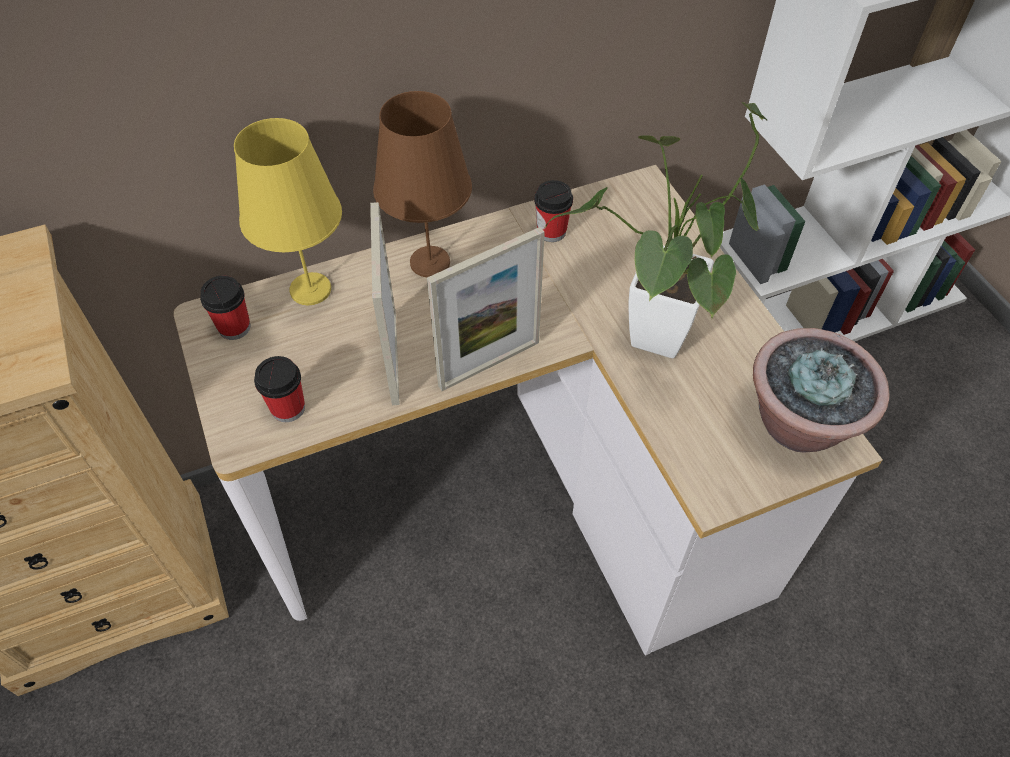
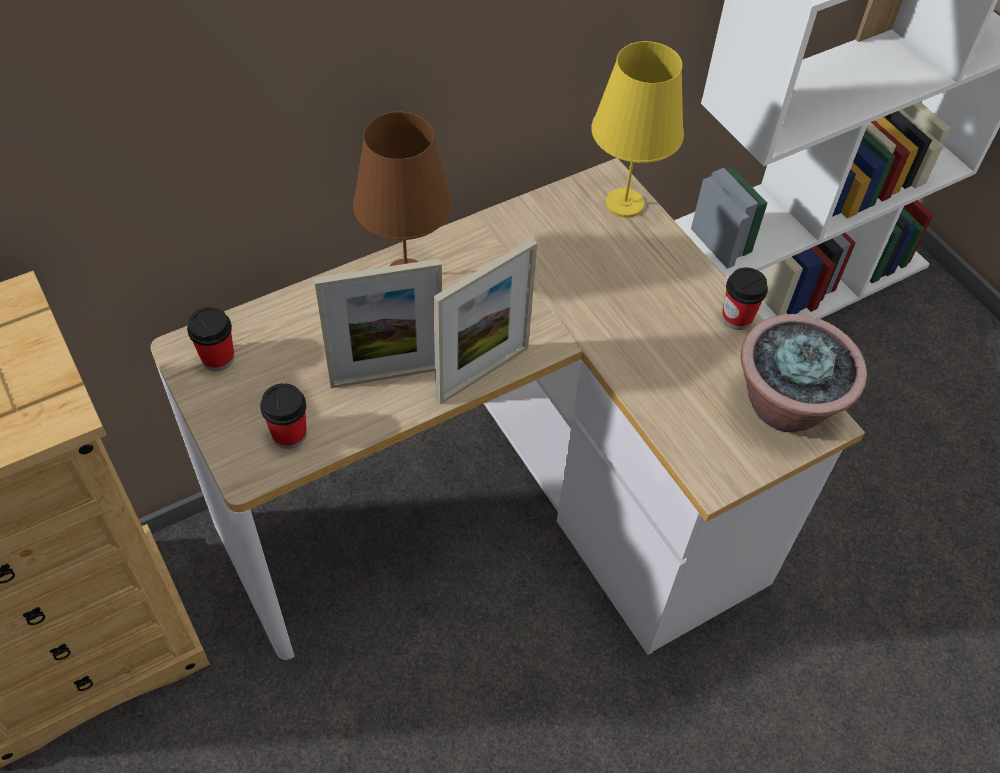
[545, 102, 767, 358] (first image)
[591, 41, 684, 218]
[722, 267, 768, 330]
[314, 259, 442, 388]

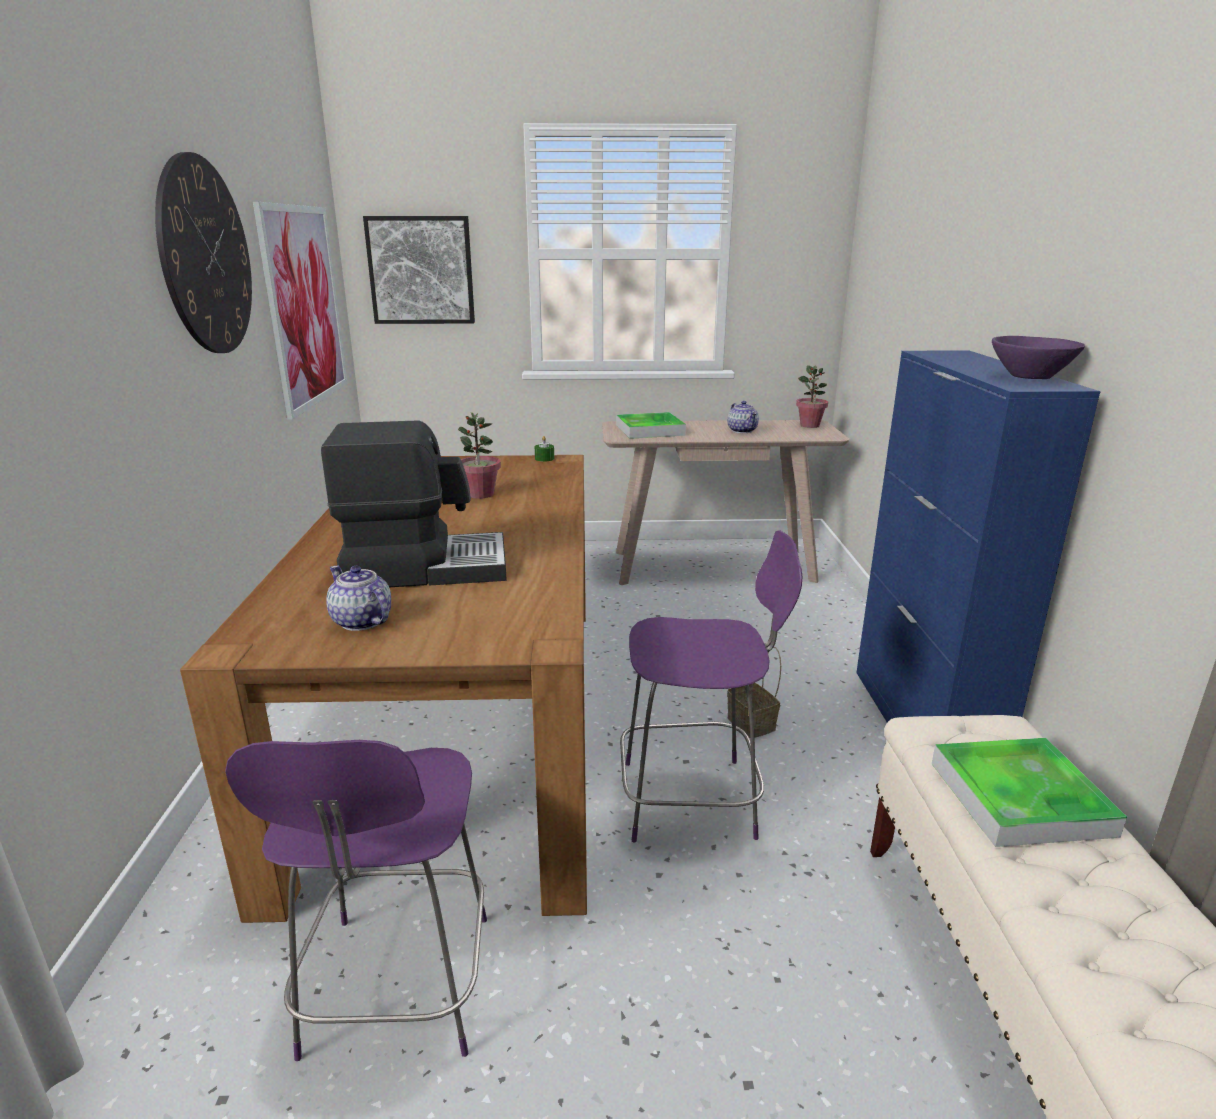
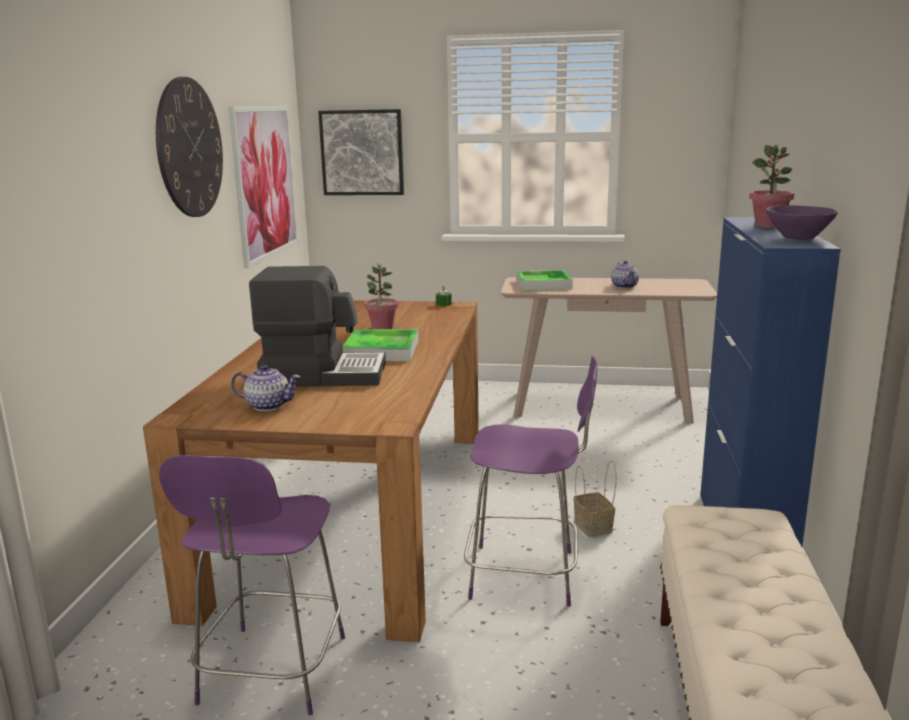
[749, 144, 794, 228]
[231, 365, 301, 411]
[343, 329, 418, 361]

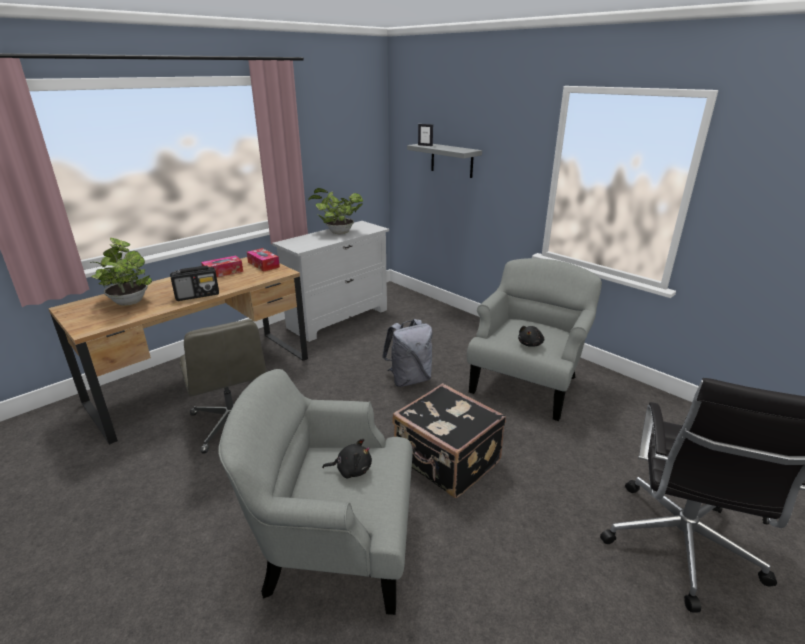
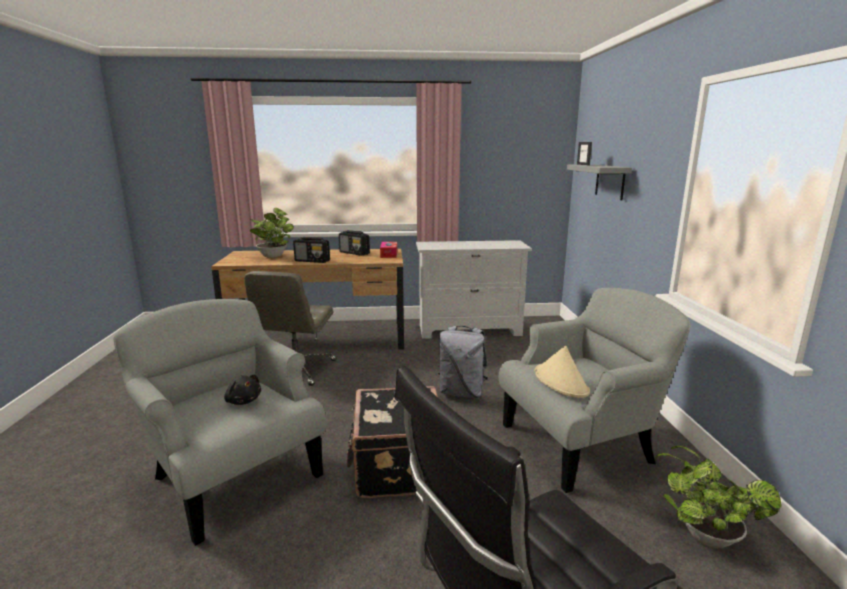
[655, 446, 782, 548]
[339, 230, 370, 256]
[535, 345, 590, 398]

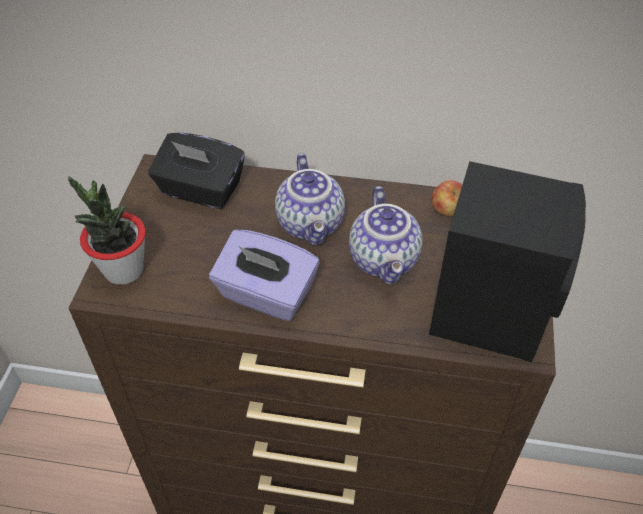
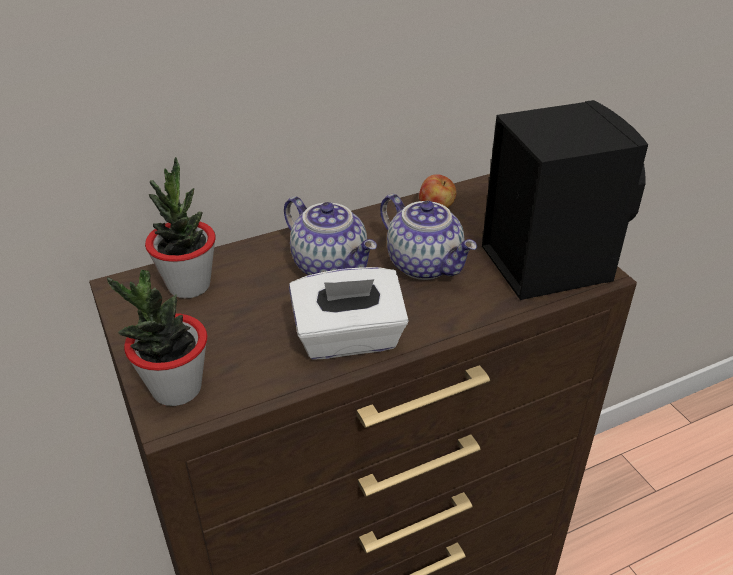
[145, 157, 216, 298]
[289, 267, 409, 360]

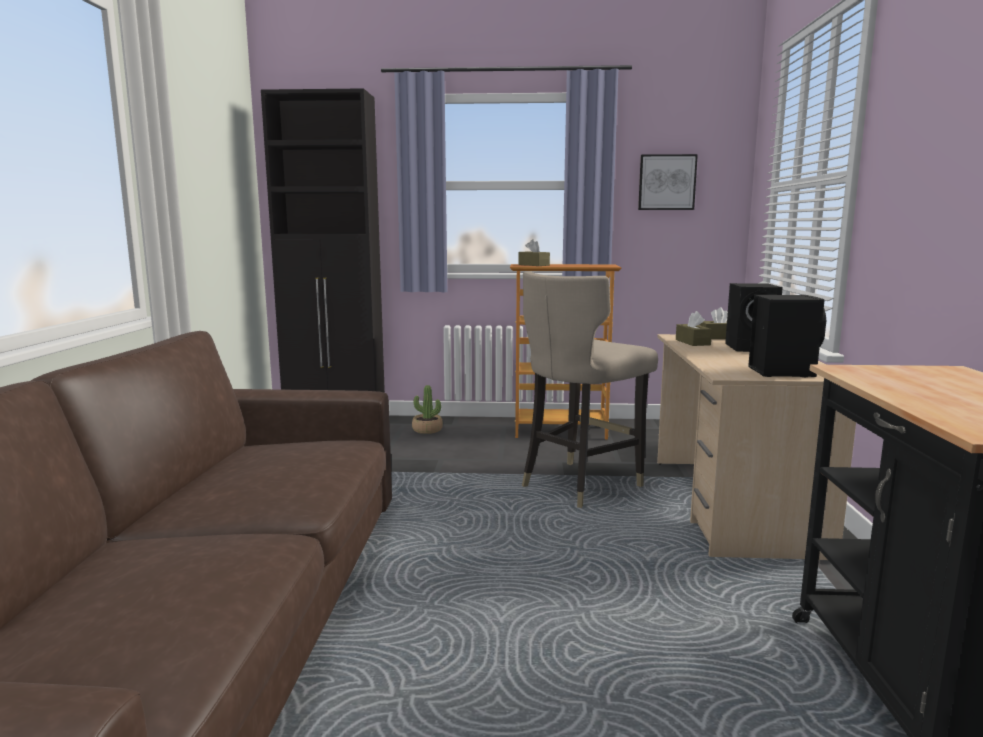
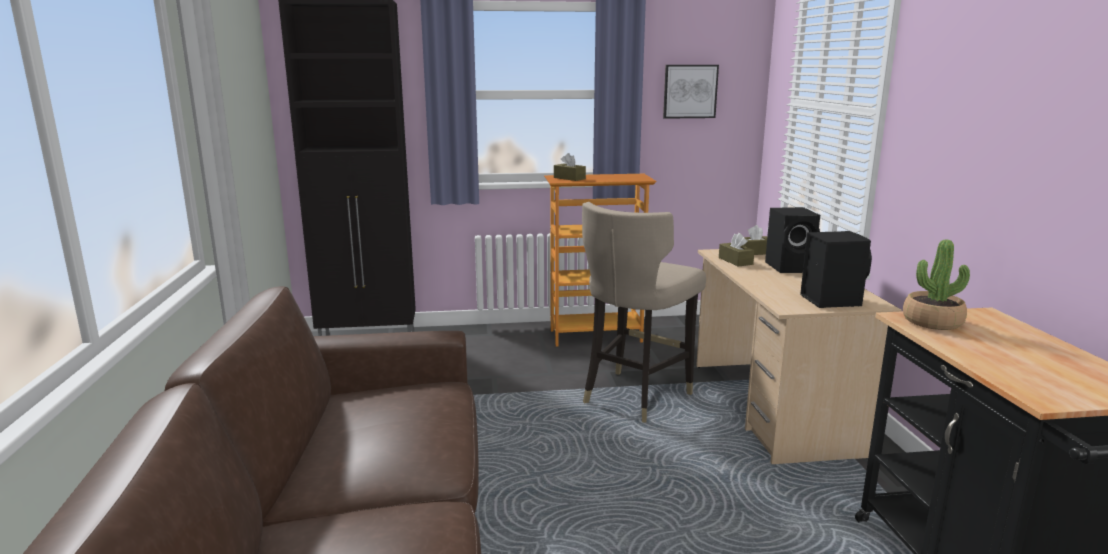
[903, 239, 970, 330]

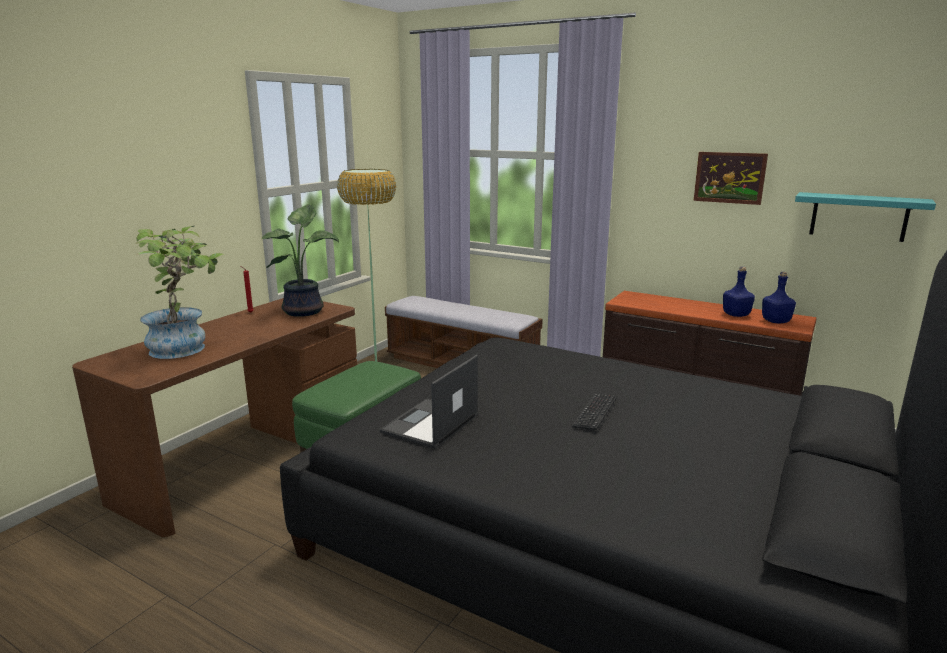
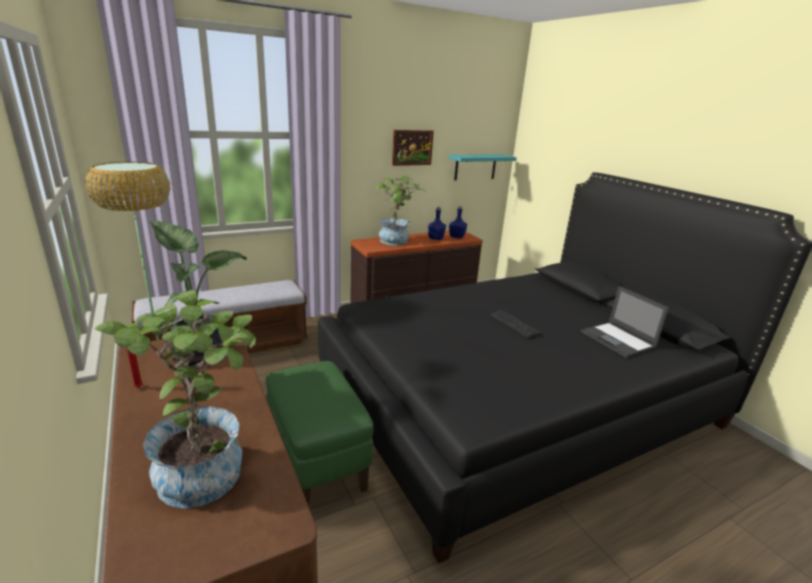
[581, 286, 669, 358]
[376, 174, 427, 245]

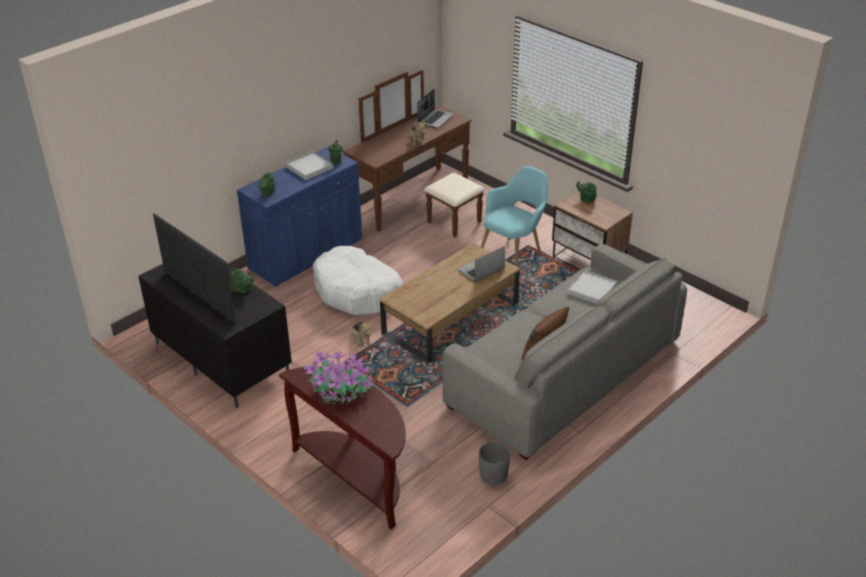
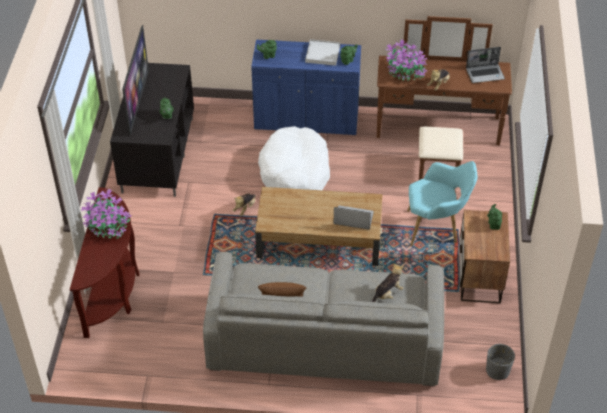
[372, 263, 404, 302]
[486, 344, 515, 380]
[386, 40, 427, 81]

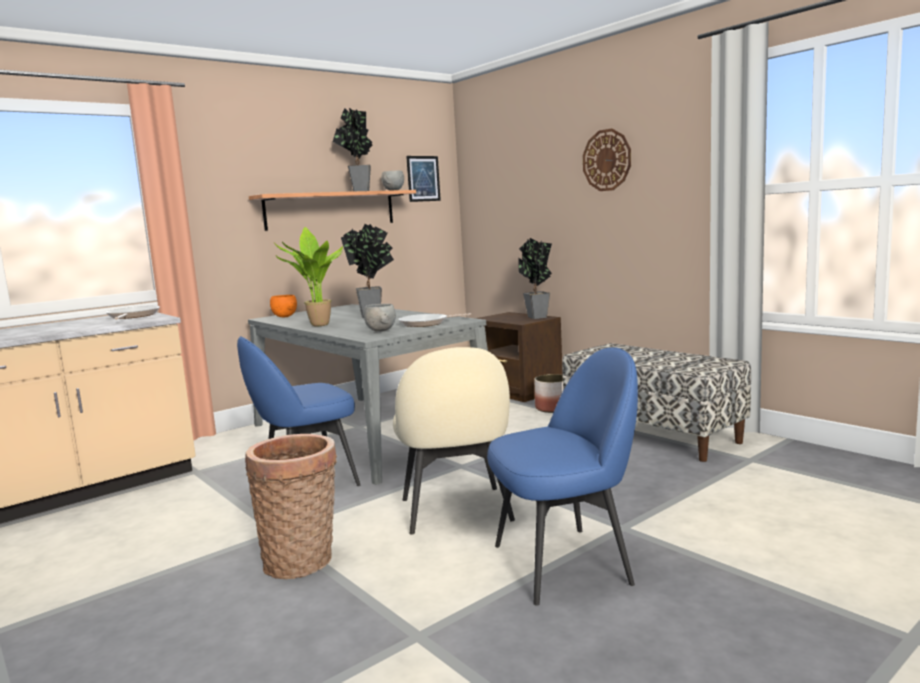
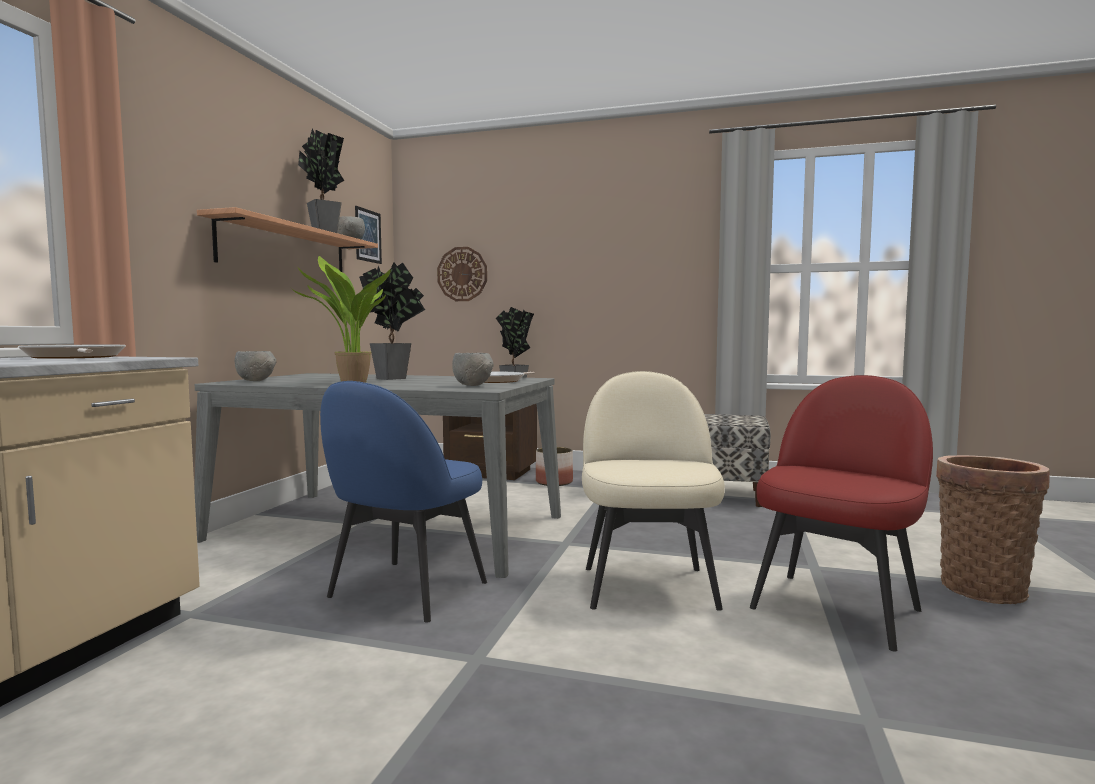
[437, 247, 487, 301]
[235, 351, 277, 381]
[582, 371, 725, 611]
[750, 375, 933, 652]
[936, 455, 1050, 604]

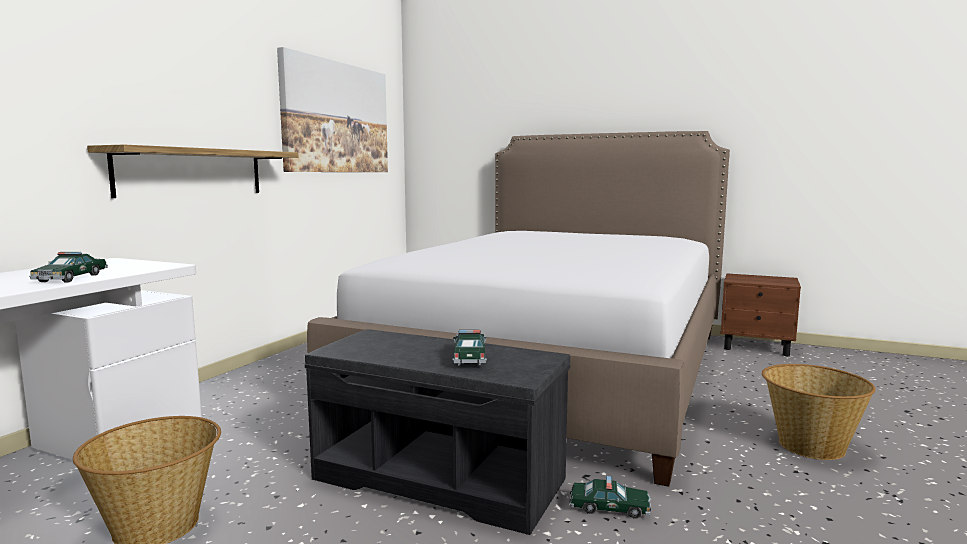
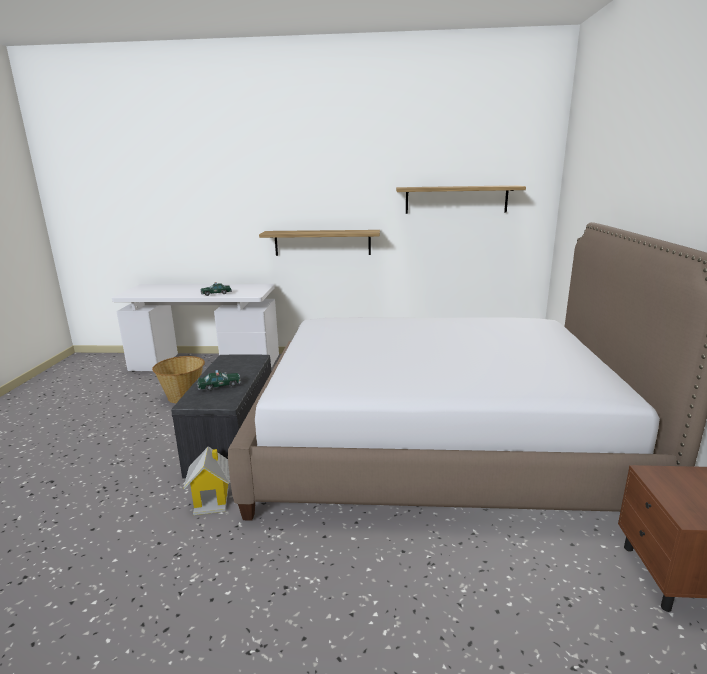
[396, 185, 526, 214]
[762, 364, 876, 460] (first image)
[183, 446, 230, 515]

